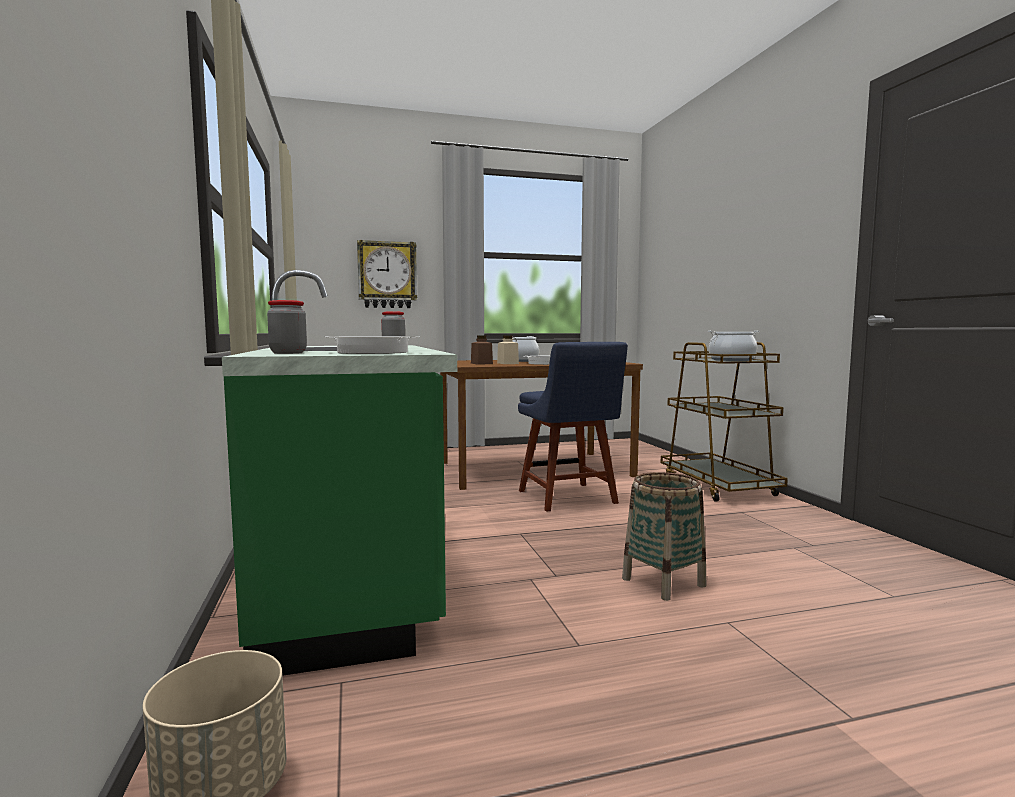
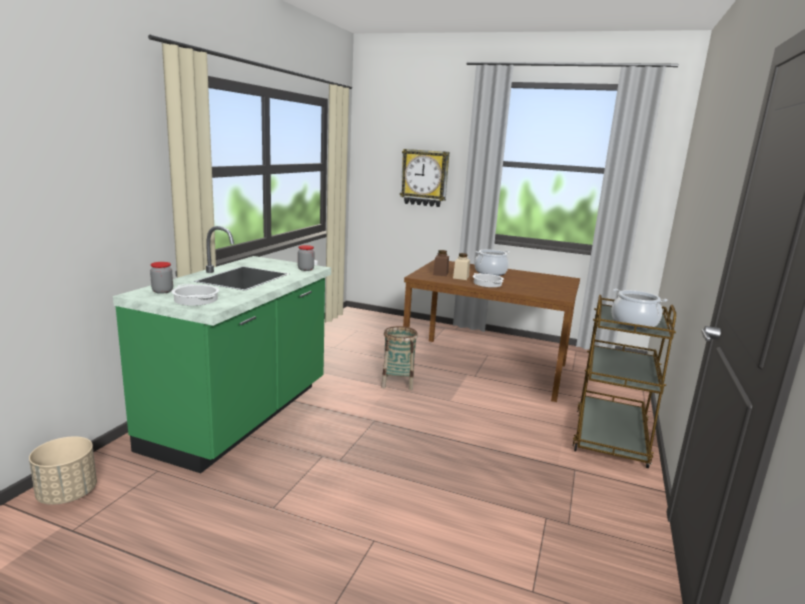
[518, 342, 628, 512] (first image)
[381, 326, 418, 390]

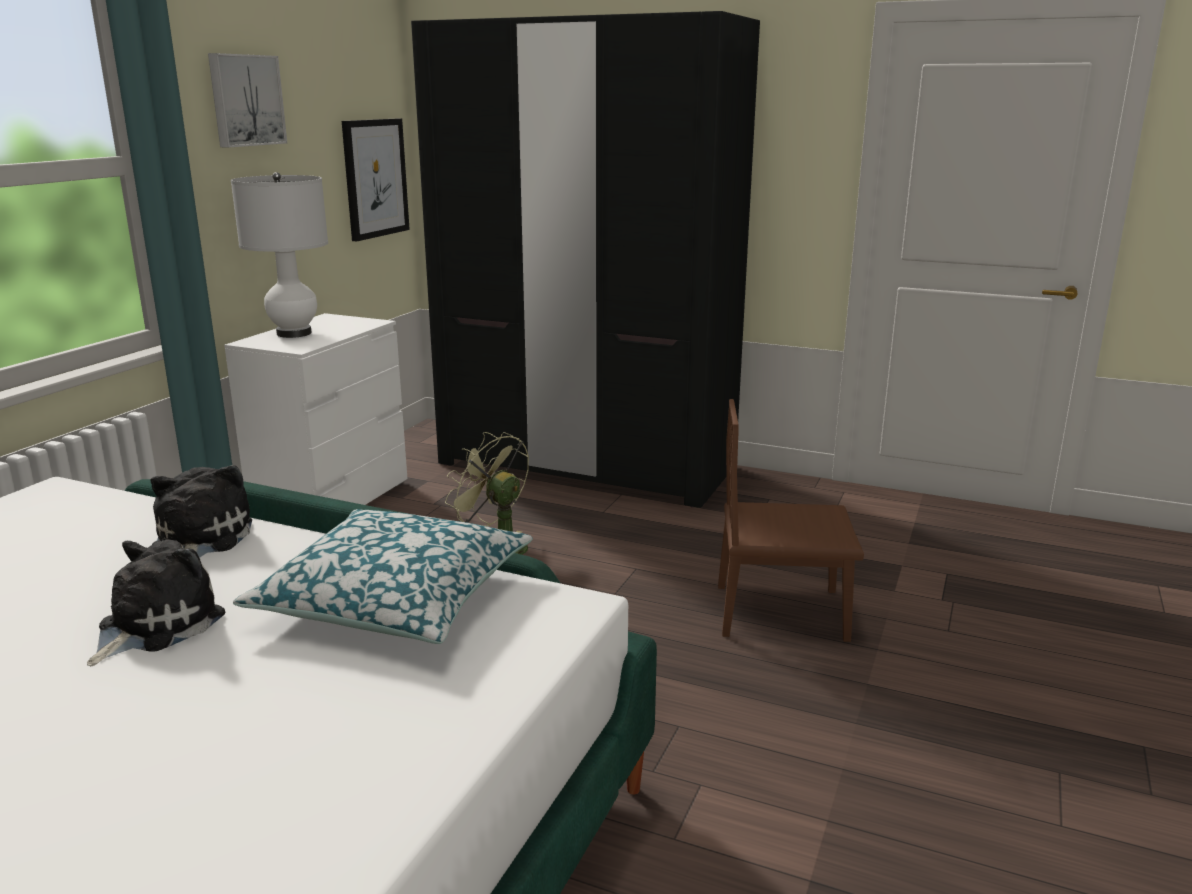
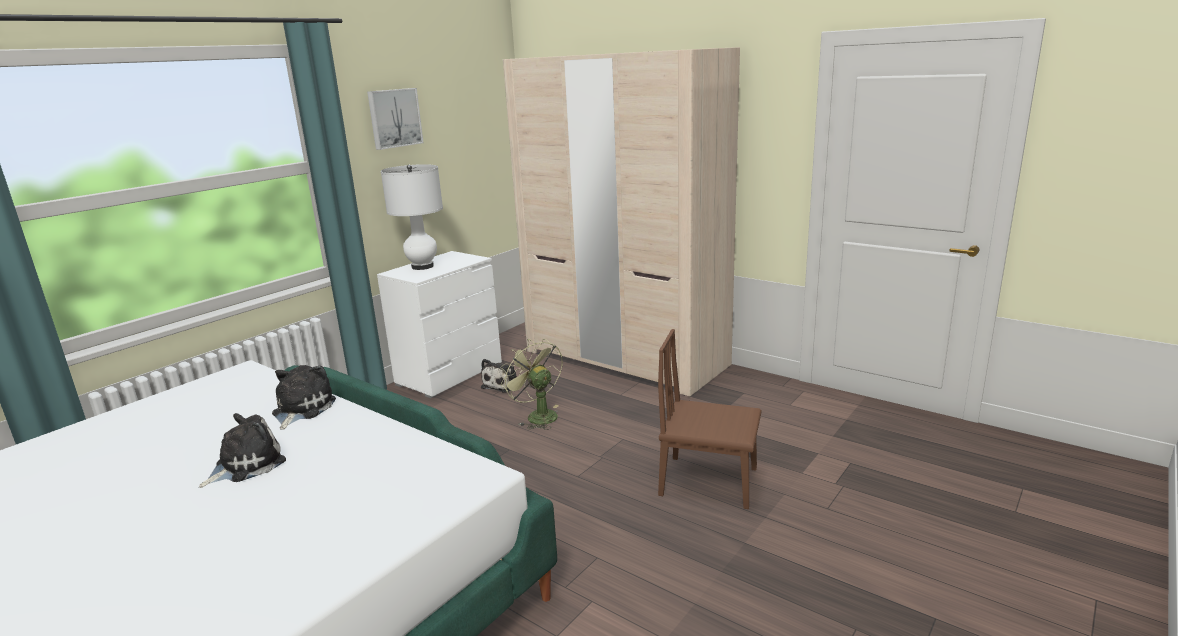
[503, 47, 740, 396]
[342, 118, 410, 241] (first image)
[233, 509, 533, 644] (first image)
[481, 359, 517, 393]

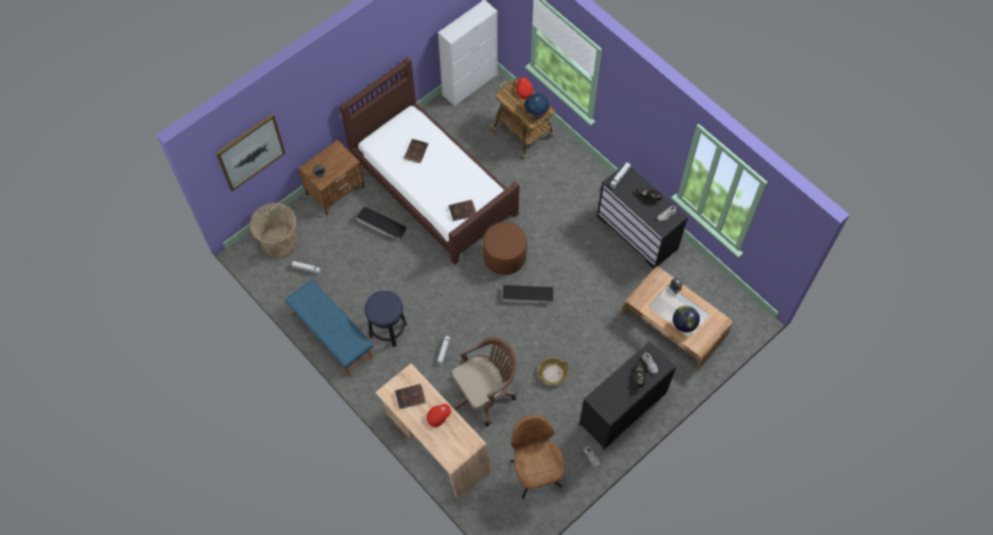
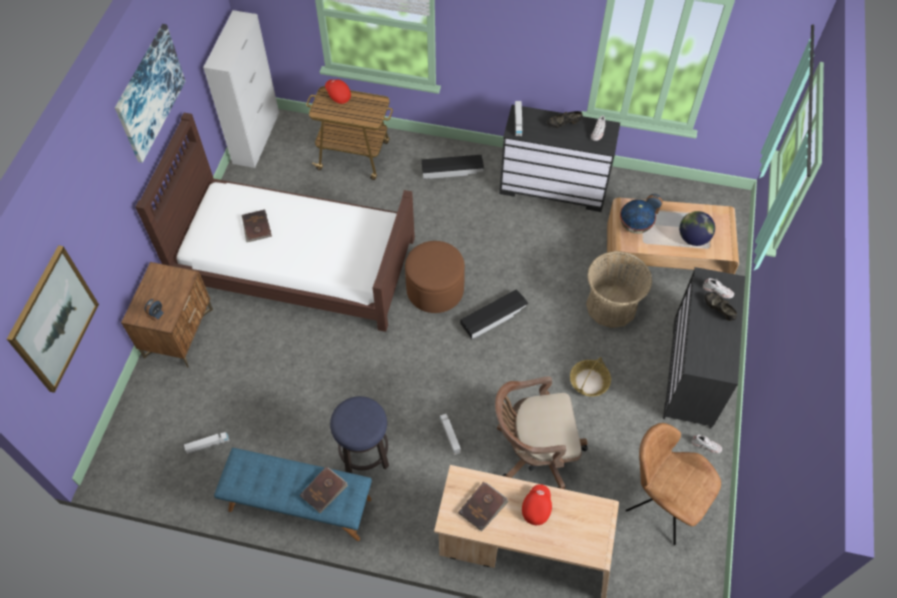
[620, 199, 656, 234]
[300, 467, 348, 513]
[586, 251, 652, 328]
[422, 155, 484, 179]
[495, 376, 588, 489]
[115, 24, 186, 163]

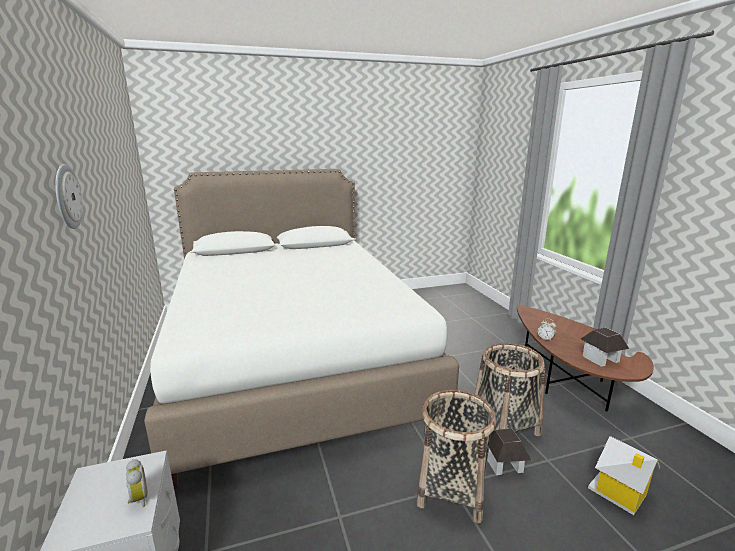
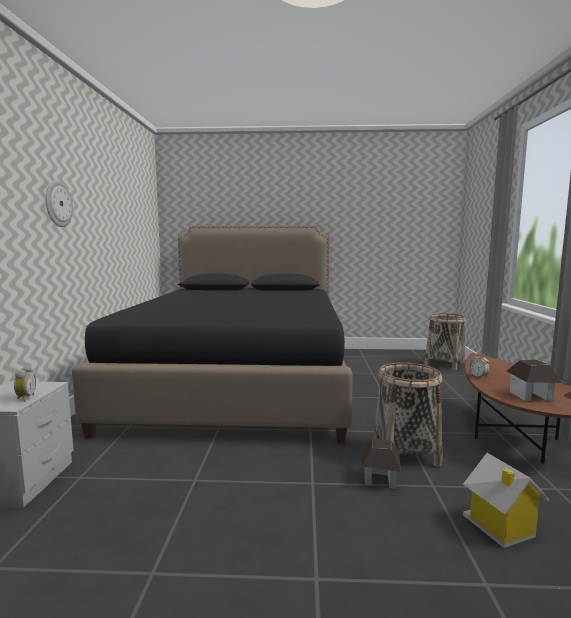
[72, 225, 353, 444]
[424, 313, 466, 370]

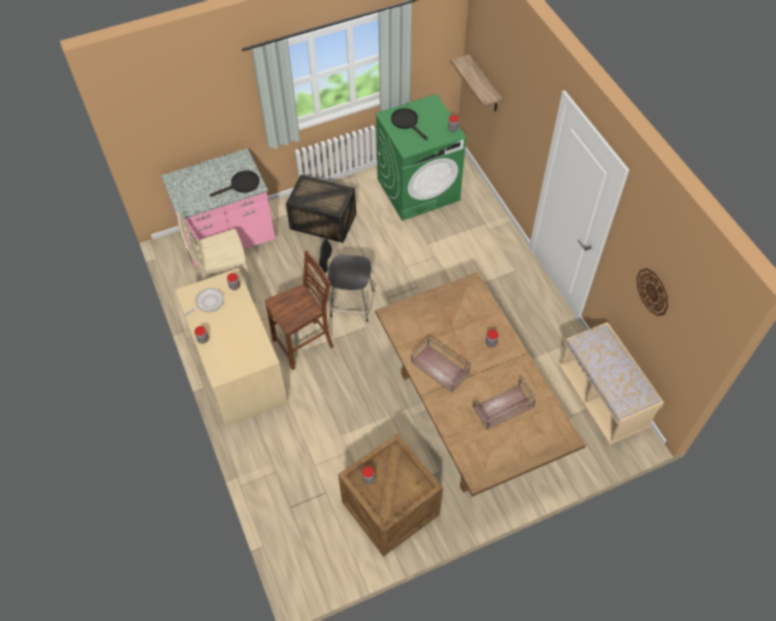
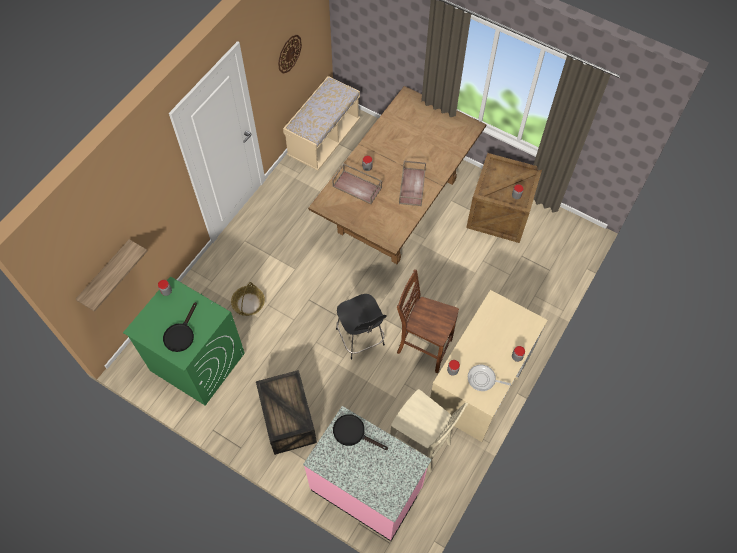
[332, 163, 382, 204]
[231, 282, 265, 316]

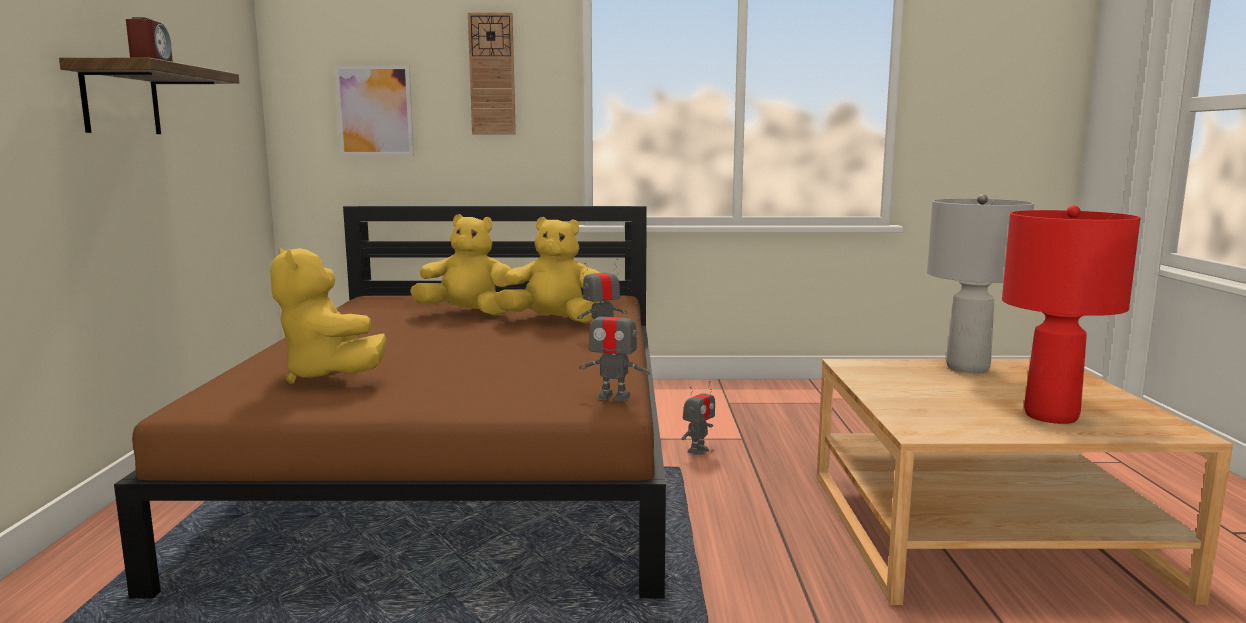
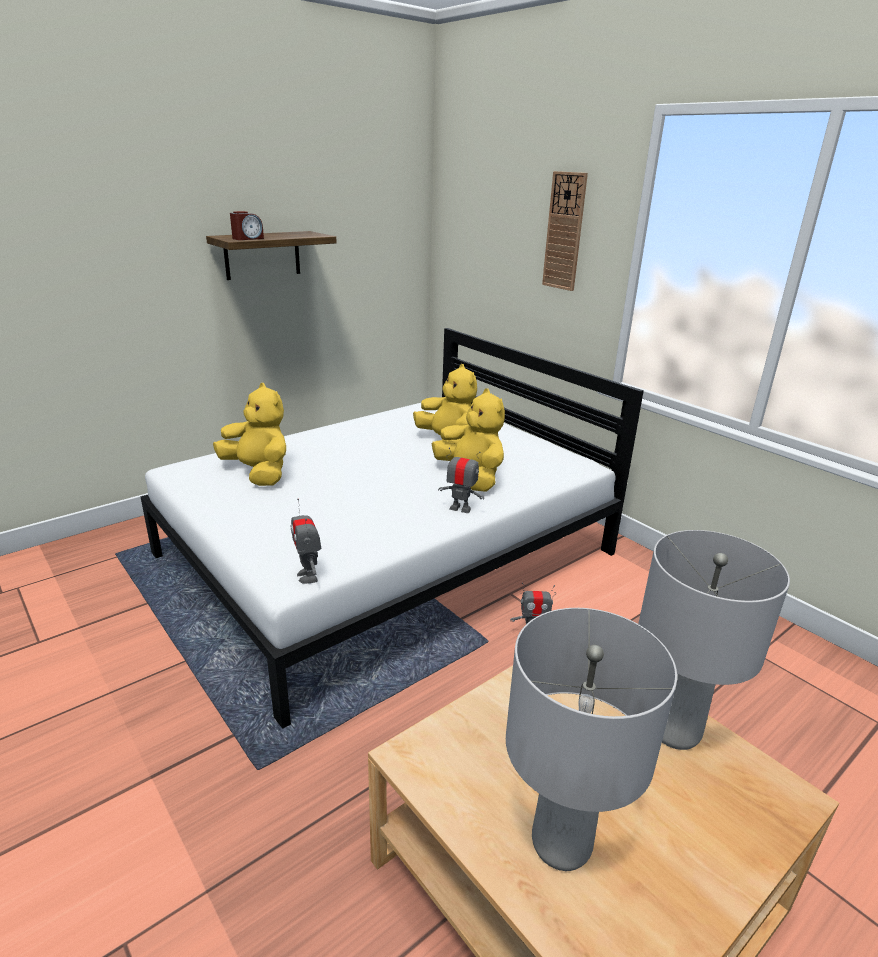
[334, 65, 414, 156] (first image)
[140, 328, 644, 729]
[506, 608, 677, 871]
[213, 383, 286, 486]

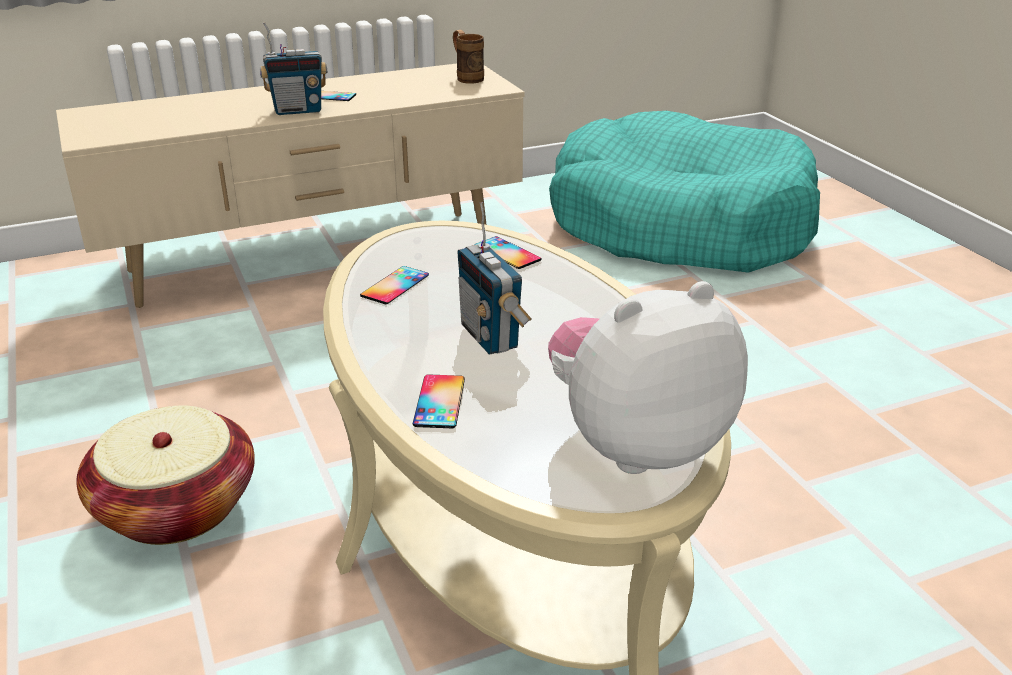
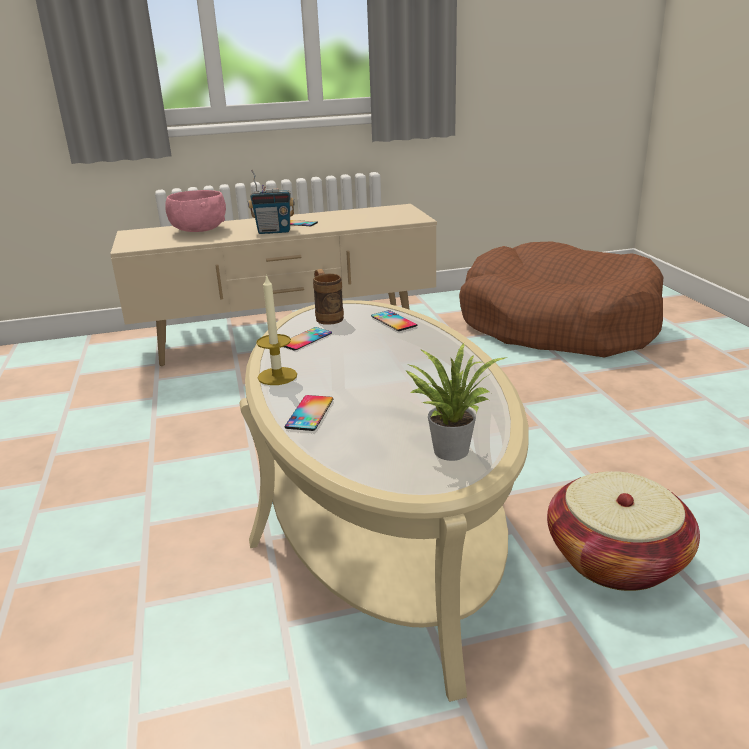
[313, 269, 344, 325]
[459, 241, 663, 358]
[457, 202, 532, 355] (first image)
[406, 343, 509, 461]
[547, 471, 700, 591]
[165, 190, 226, 232]
[256, 274, 297, 385]

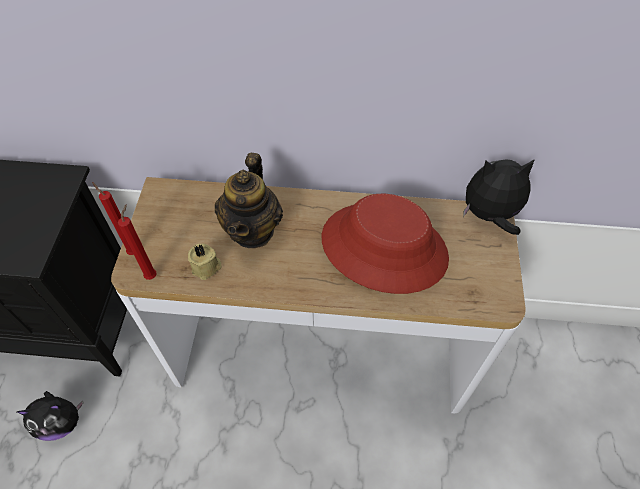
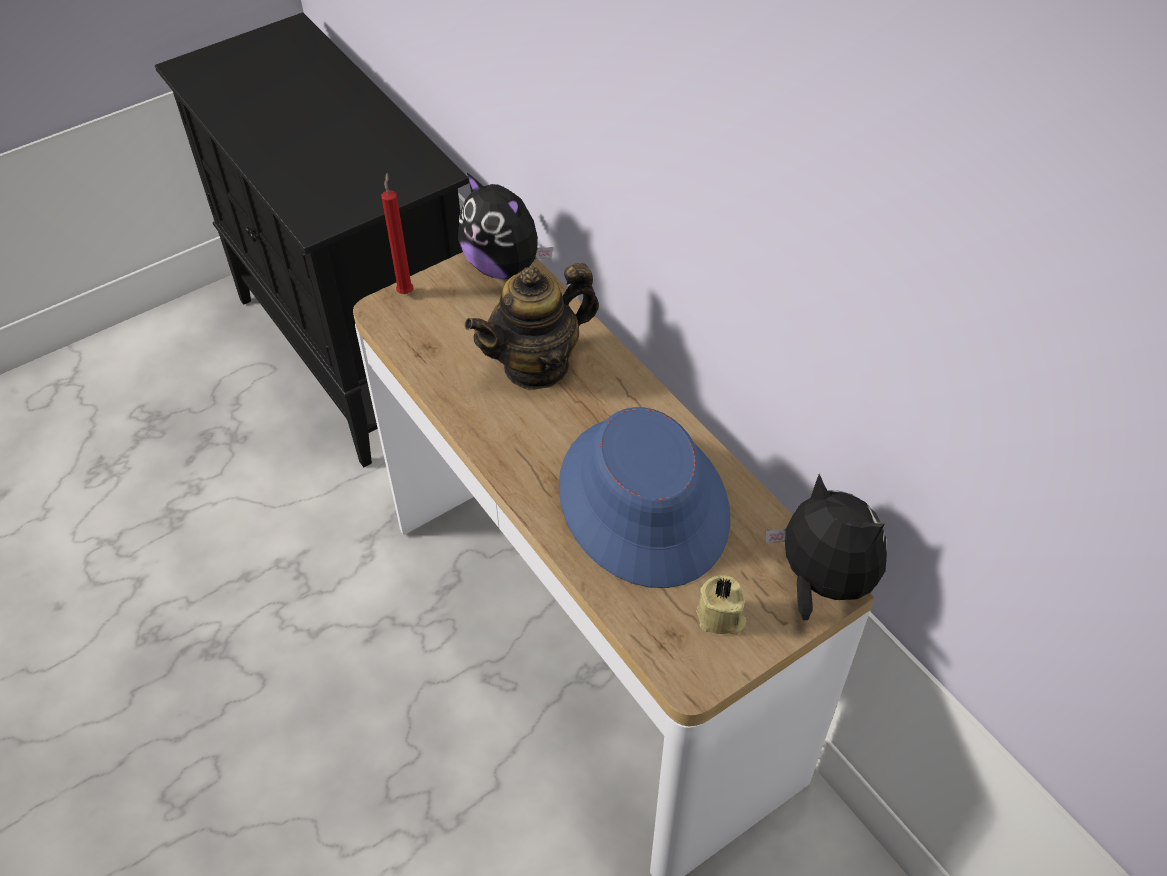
[559, 407, 730, 588]
[118, 204, 157, 280] (first image)
[696, 575, 746, 635]
[458, 173, 553, 279]

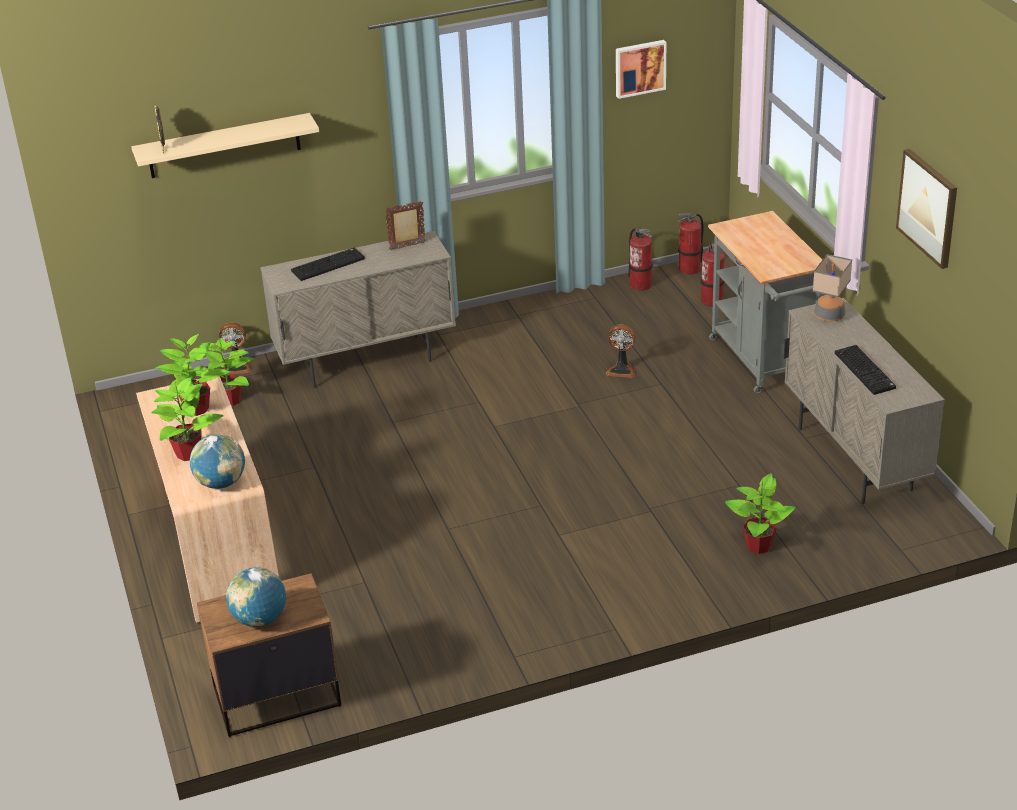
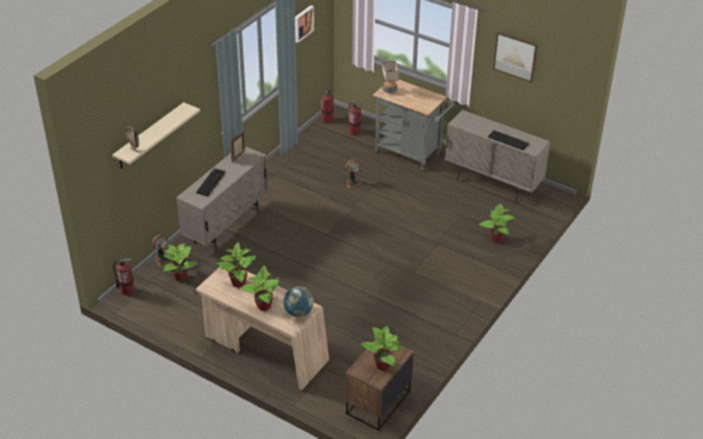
[114, 259, 135, 296]
[382, 61, 399, 94]
[360, 326, 404, 371]

